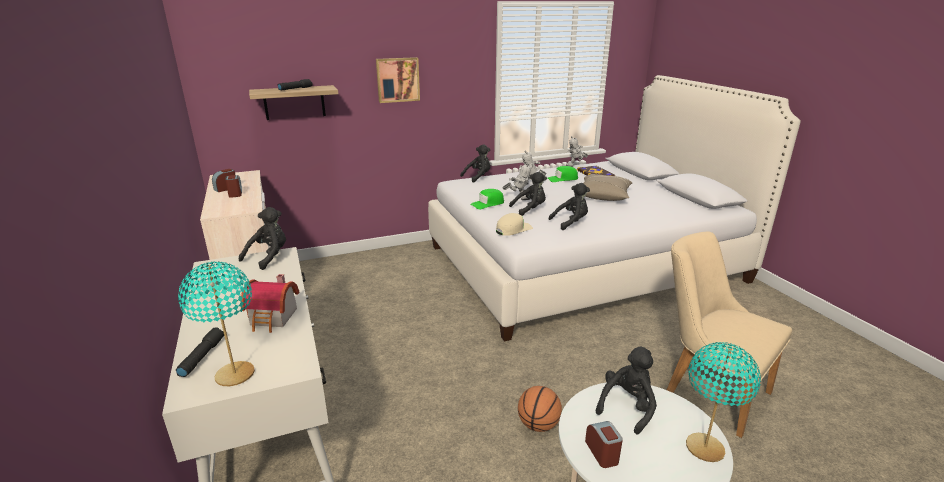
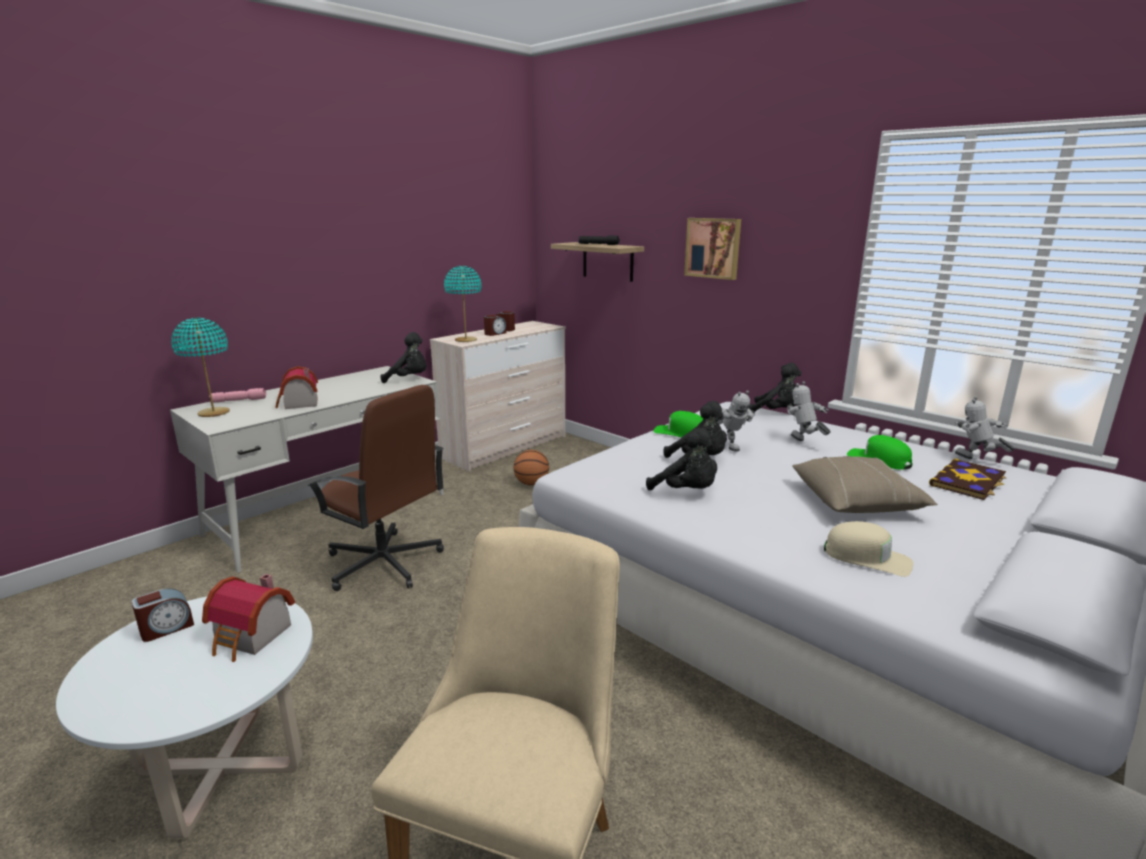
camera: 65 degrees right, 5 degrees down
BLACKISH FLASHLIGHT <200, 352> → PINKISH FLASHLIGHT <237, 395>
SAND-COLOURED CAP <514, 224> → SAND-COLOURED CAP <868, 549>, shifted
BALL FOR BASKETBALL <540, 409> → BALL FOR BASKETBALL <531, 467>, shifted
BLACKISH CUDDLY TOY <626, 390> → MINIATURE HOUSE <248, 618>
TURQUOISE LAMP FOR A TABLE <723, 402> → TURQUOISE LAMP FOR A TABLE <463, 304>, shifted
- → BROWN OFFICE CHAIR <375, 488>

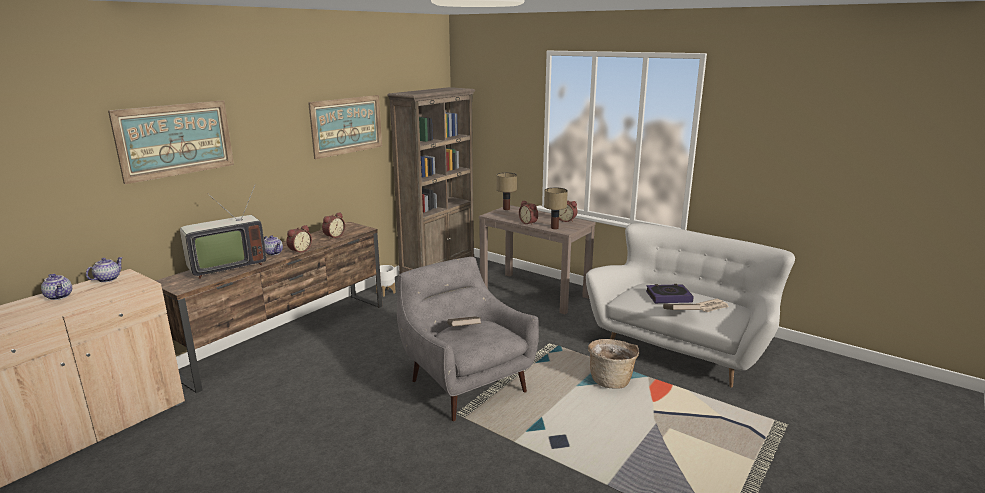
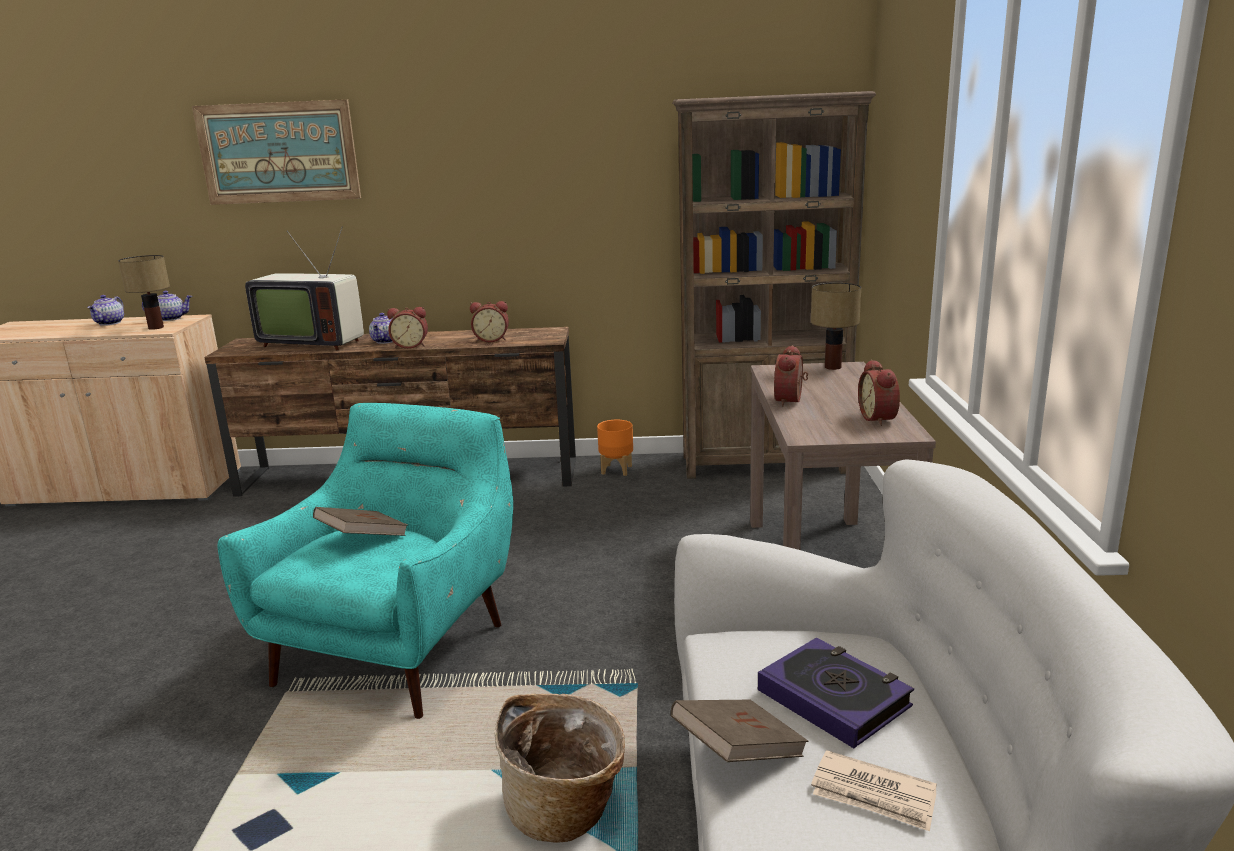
camera: 55 degrees right, 0 degrees up
PICTURE <345, 127> → -
WHITE-COLOURED PLANT POT <385, 281> → ORANGE-COLOURED PLANT POT <615, 448>
GRAY ARMCHAIR <468, 339> → TURQUOISE ARMCHAIR <365, 561>
LAMP FOR A TABLE <556, 208> → LAMP FOR A TABLE <144, 292>, shifted

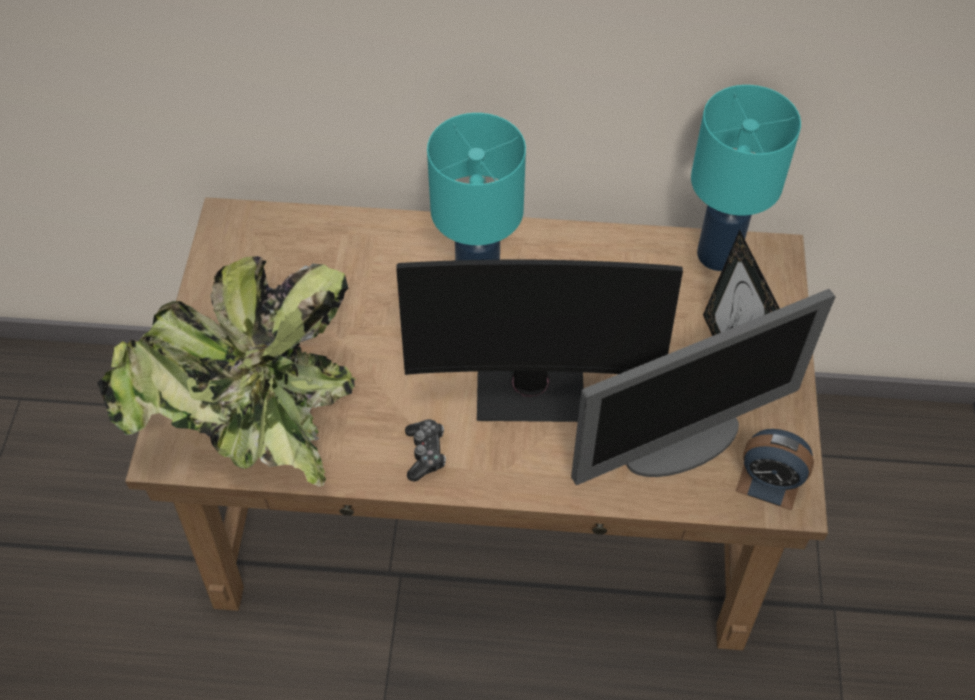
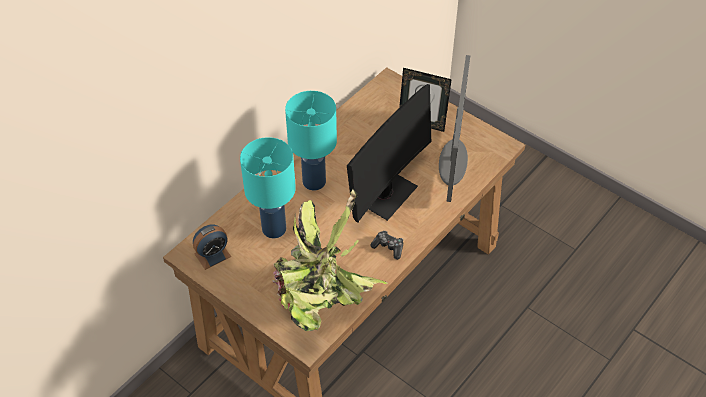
camera: 55 degrees left, 5 degrees down
TURQUOISE LAMP FOR A TABLE <746, 178> → TURQUOISE LAMP FOR A TABLE <268, 187>, shifted
BEDSIDE CLOCK <775, 469> → BEDSIDE CLOCK <212, 247>, shifted

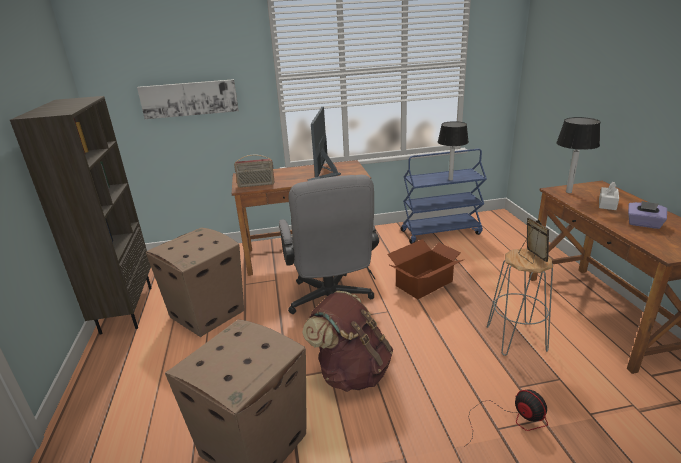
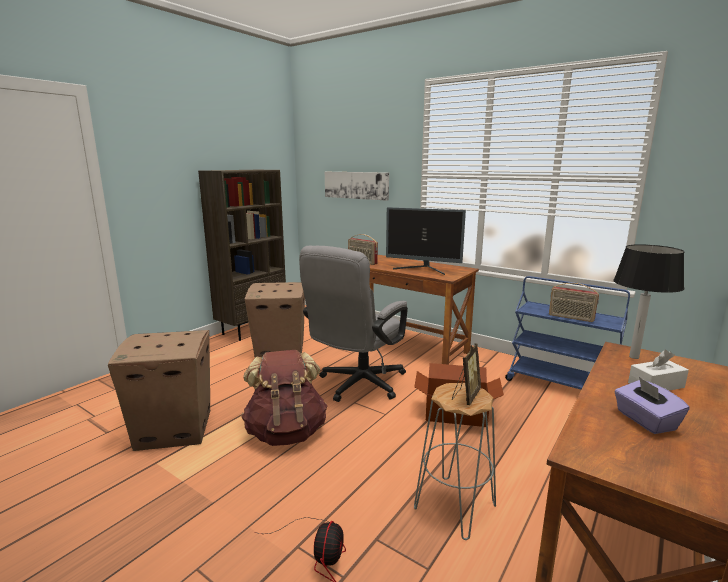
camera: 45 degrees right, 10 degrees down
COMPUTER SCREEN <324, 144> → COMPUTER SCREEN <426, 241>, 120 degrees counterclockwise
LAMP FOR A TABLE <453, 151> → RADIO <574, 302>

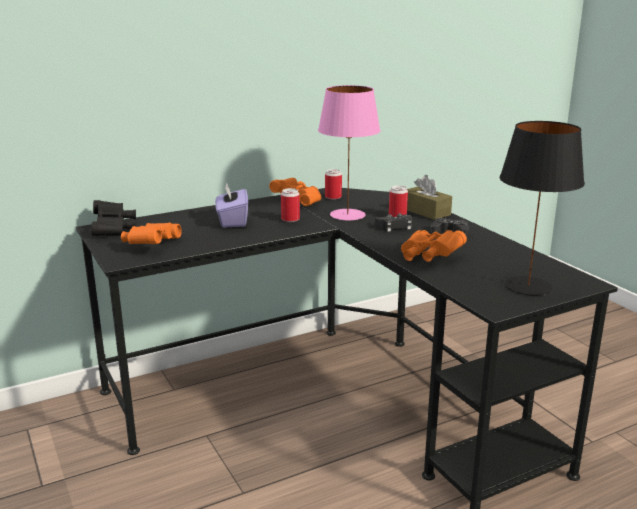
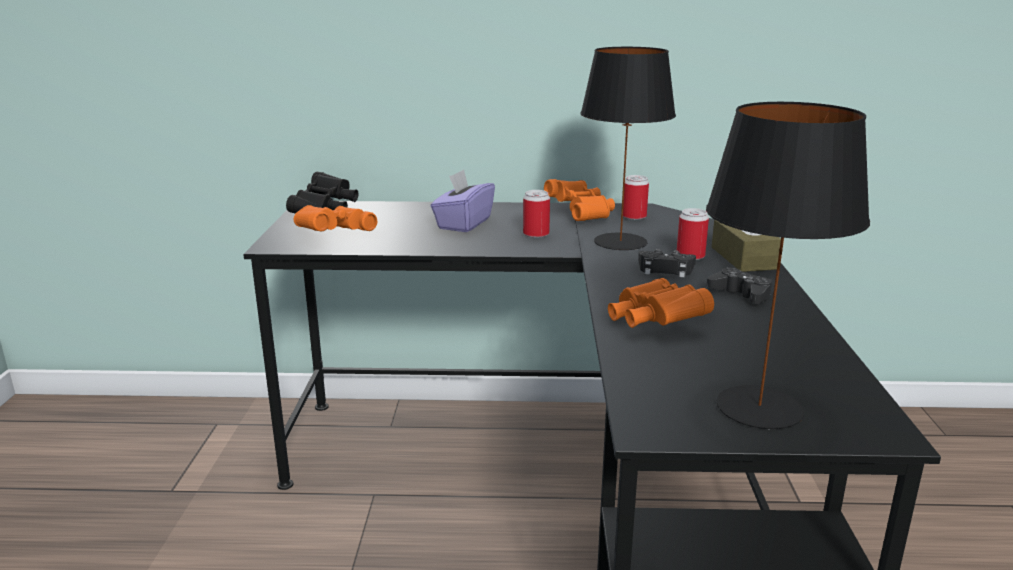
camera: 30 degrees right, 0 degrees up
PINKISH LAMP FOR A TABLE <349, 152> → BLACKISH LAMP FOR A TABLE <628, 148>

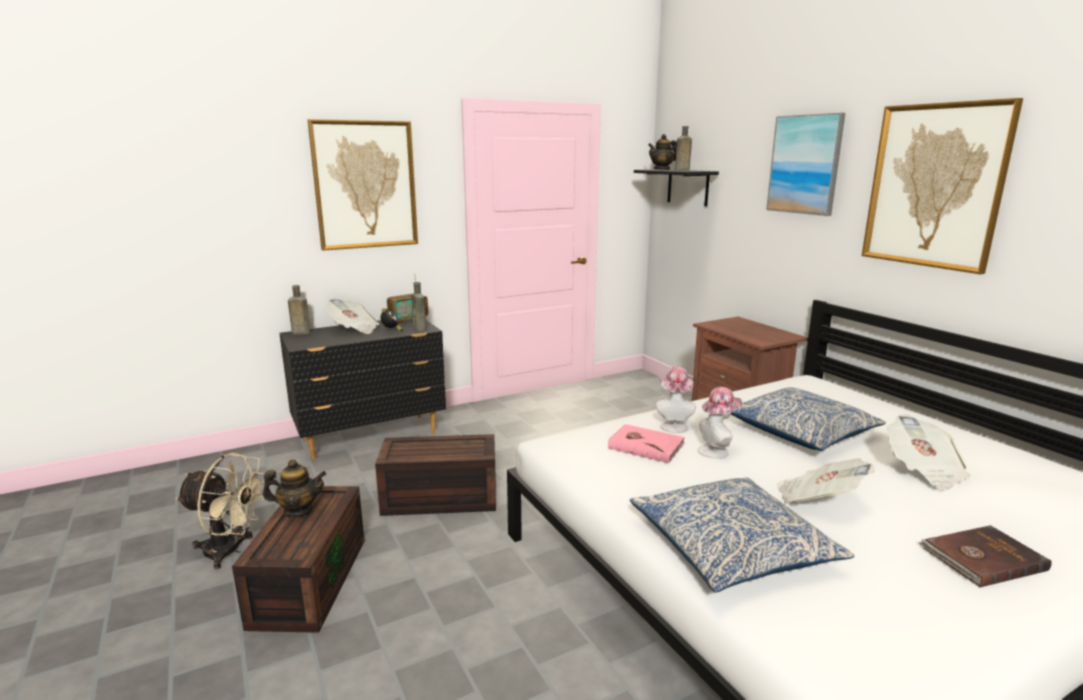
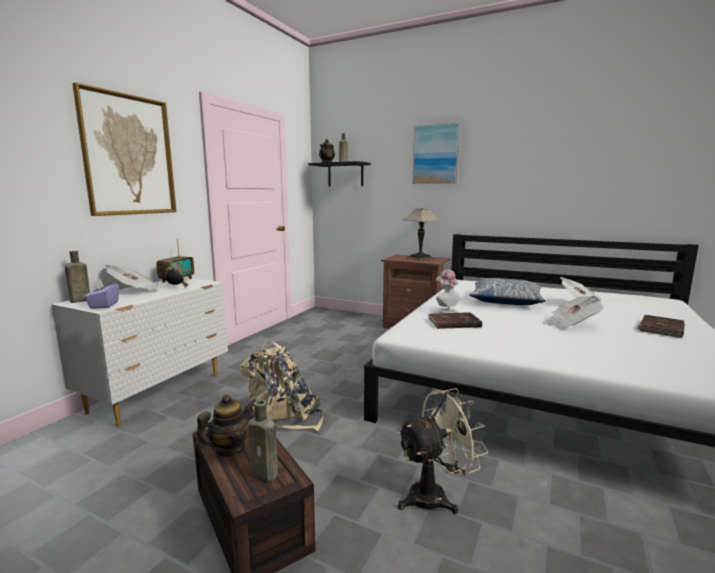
camera: 35 degrees left, 5 degrees down
SAND-COLOURED COOLING FAN <220, 511> → SAND-COLOURED COOLING FAN <442, 451>, shifted
BLACKISH CHEST OF DRAWERS <362, 389> → WHITE-COLOURED CHEST OF DRAWERS <139, 352>
BROWN STORAGE BOX <435, 475> → SAND-COLOURED BACKPACK <282, 386>
BROWN BOTTLE <418, 306> → BROWN BOTTLE <263, 441>, shifted
PINKISH BOOK <646, 443> → BROWN BOOK <455, 320>
PILLOW <742, 535> → -
CLOTHING HAT <720, 423> → -
PICTURE <942, 186> → -
- → PURPLISH TISSUE HOLDER <102, 294>
- → LAMP FOR A TABLE <422, 234>

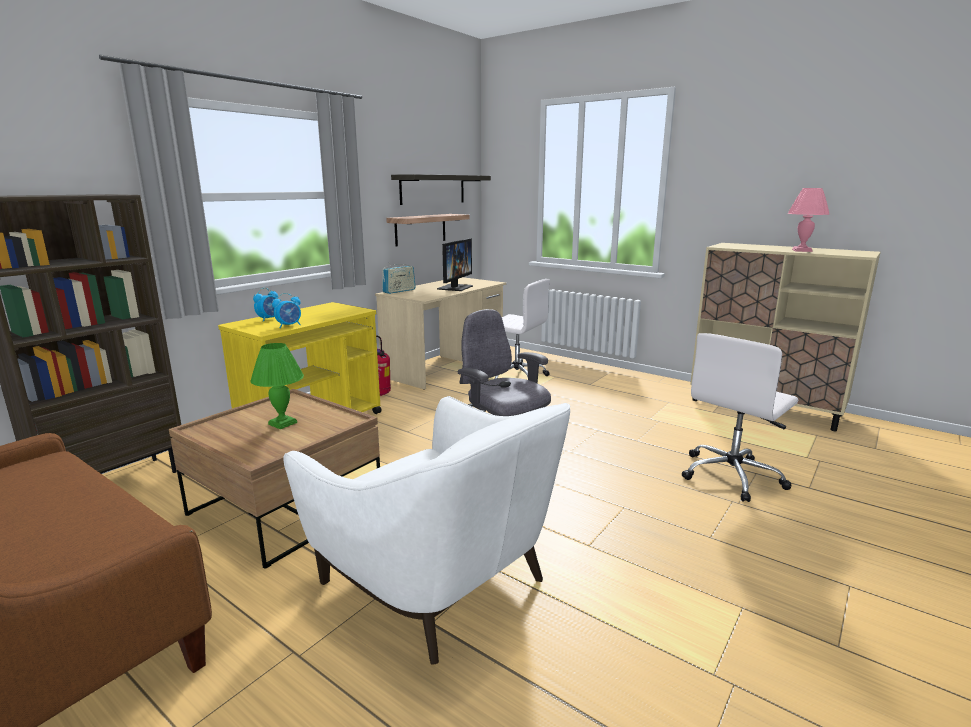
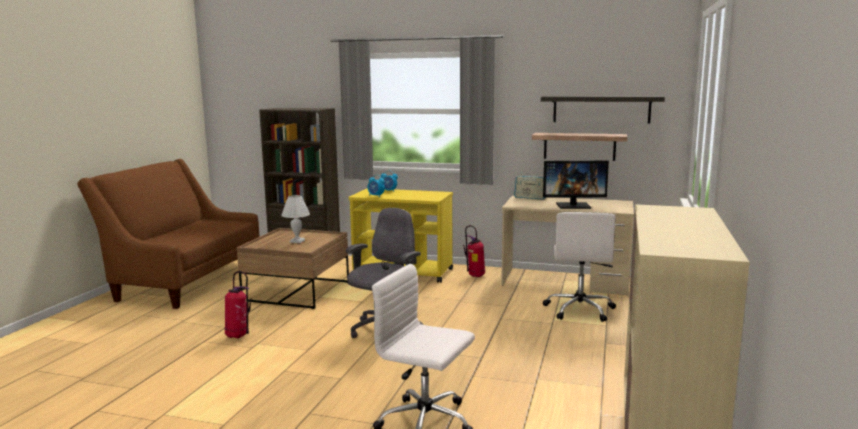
camera: 70 degrees right, 5 degrees down
GREENISH LAMP FOR A TABLE <277, 386> → WHITE-COLOURED LAMP FOR A TABLE <295, 219>
WHITE-COLOURED ARMCHAIR <426, 530> → FIRE EXTINGUISHER <238, 304>
PINKISH LAMP FOR A TABLE <808, 220> → -

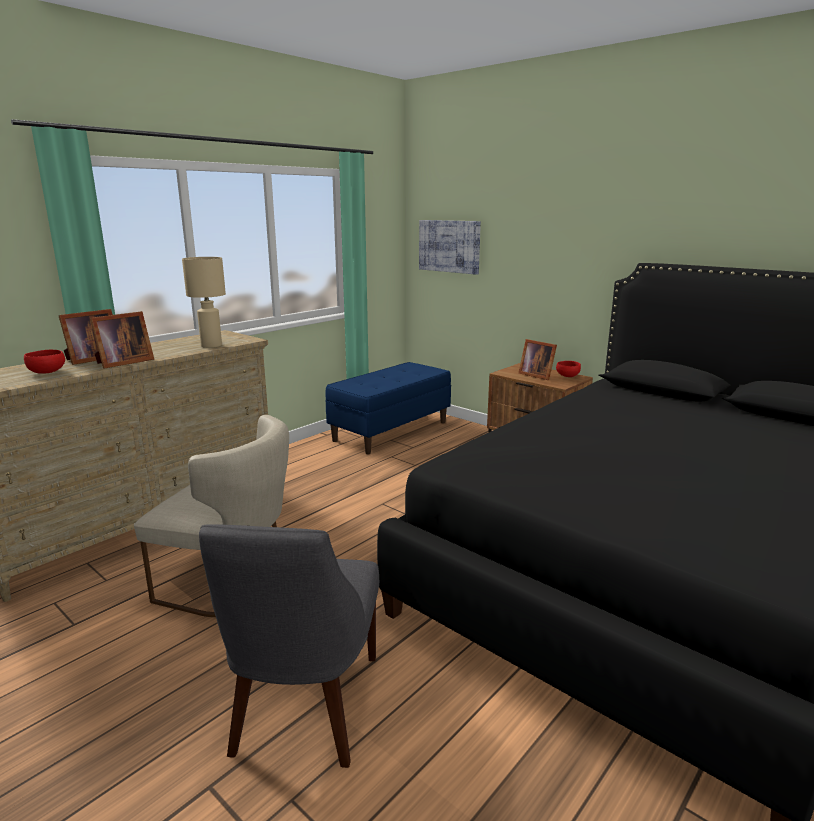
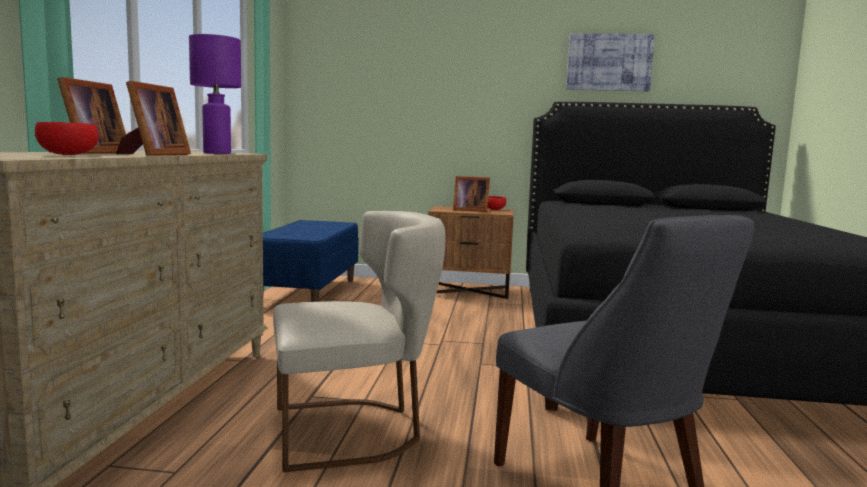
camera: 35 degrees left, 10 degrees down
SAND-COLOURED LAMP FOR A TABLE <204, 302> → PURPLISH LAMP FOR A TABLE <215, 94>
PICTURE <450, 247> → PICTURE <610, 62>, shifted

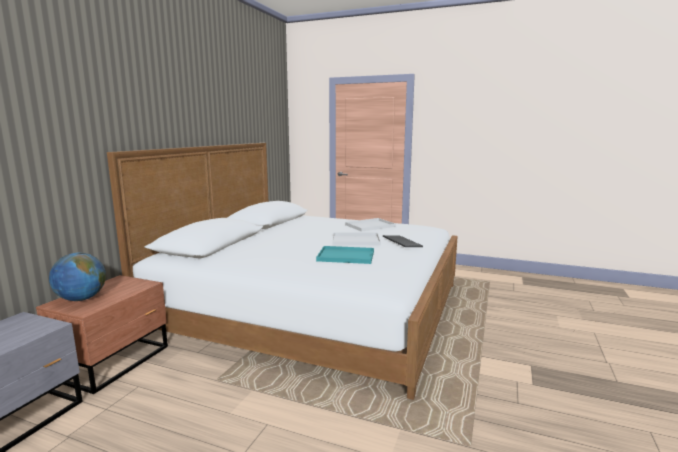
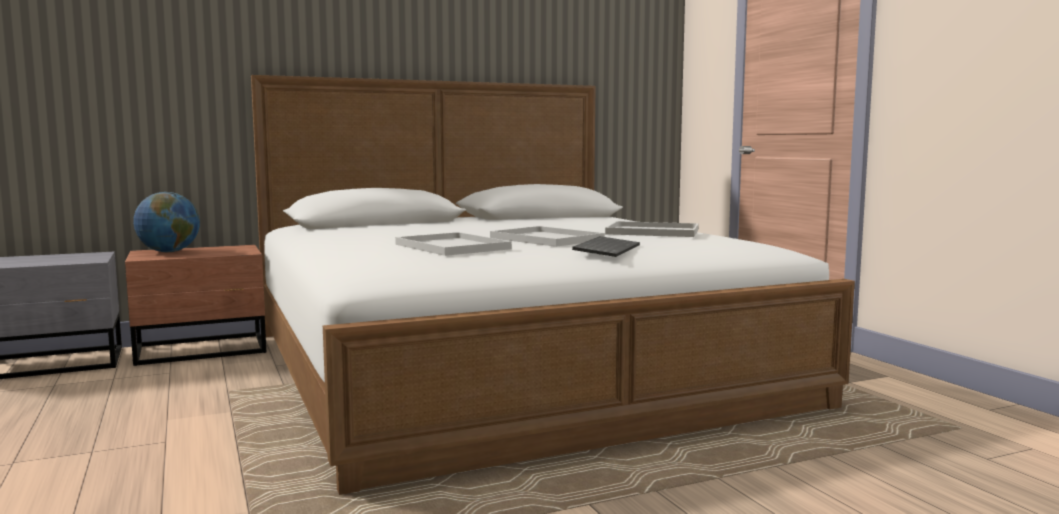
camera: 45 degrees right, 5 degrees down
TURQUOISE SERVING TRAY <345, 255> → WHITE-COLOURED SERVING TRAY <453, 244>

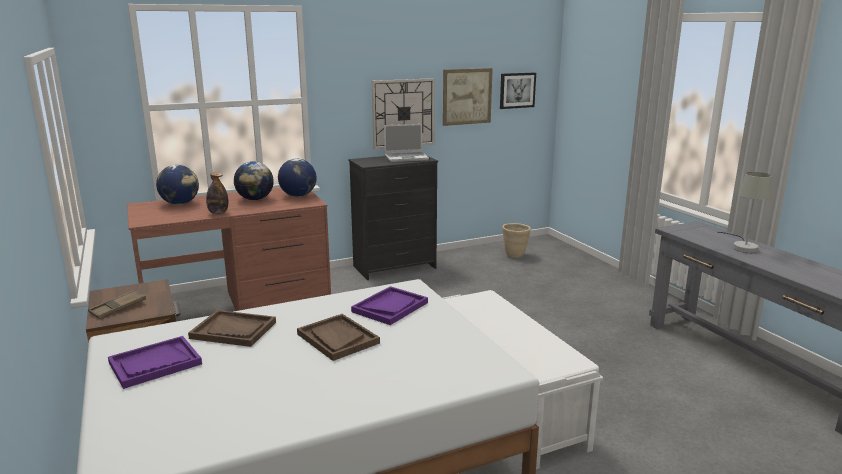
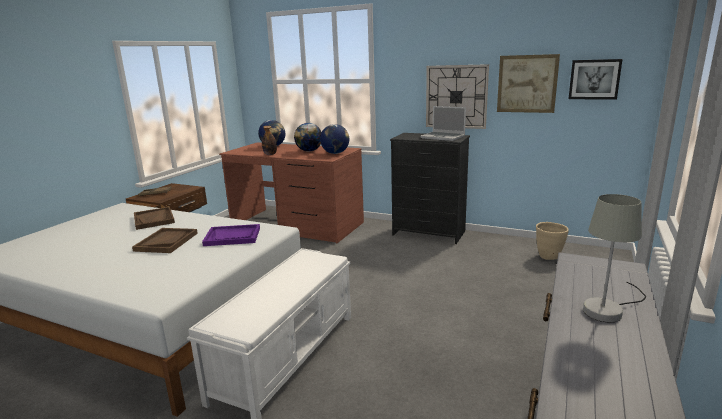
camera: 50 degrees right, 0 degrees up
PURPLISH SERVING TRAY <155, 362> → -

